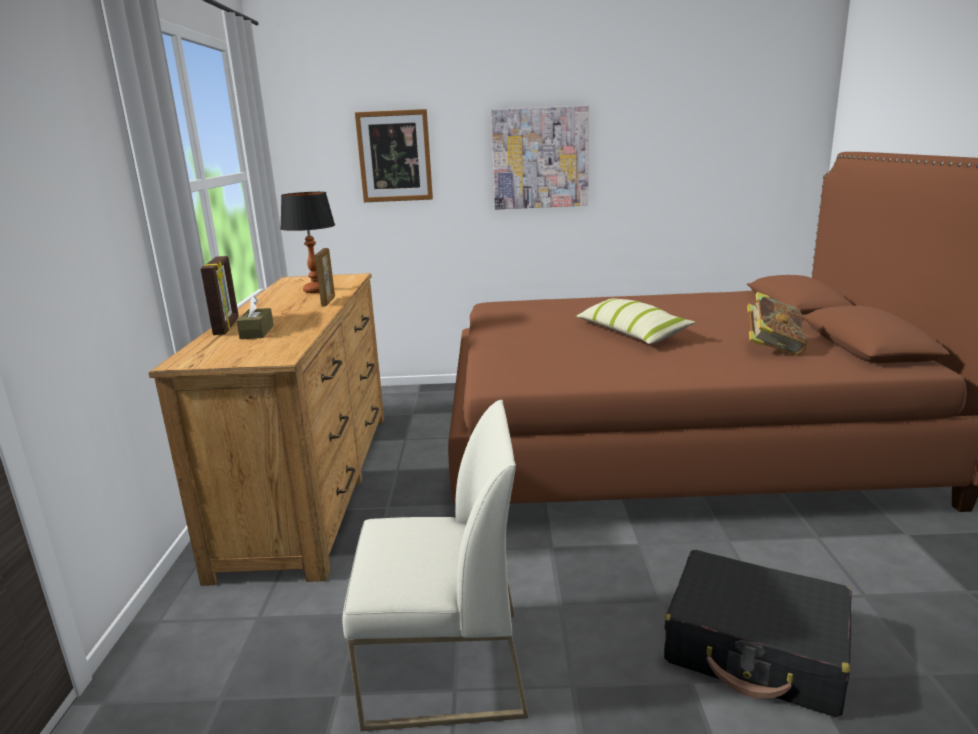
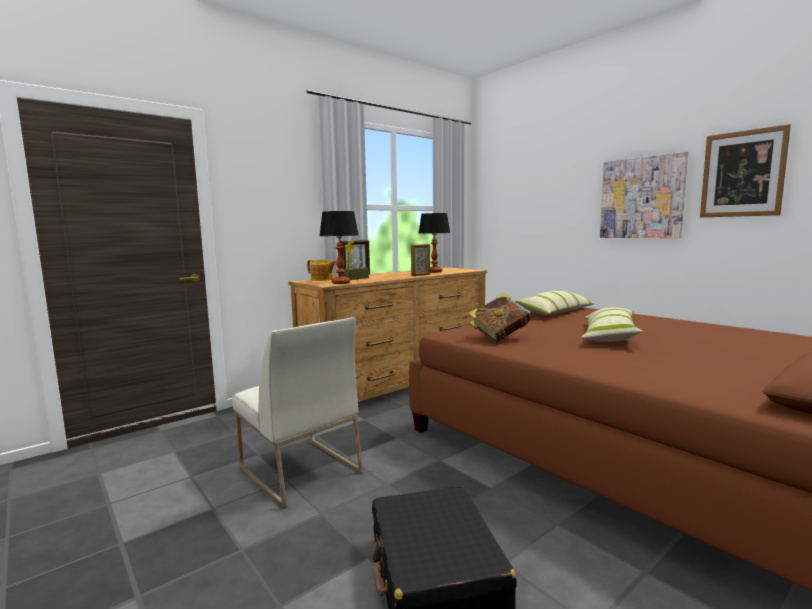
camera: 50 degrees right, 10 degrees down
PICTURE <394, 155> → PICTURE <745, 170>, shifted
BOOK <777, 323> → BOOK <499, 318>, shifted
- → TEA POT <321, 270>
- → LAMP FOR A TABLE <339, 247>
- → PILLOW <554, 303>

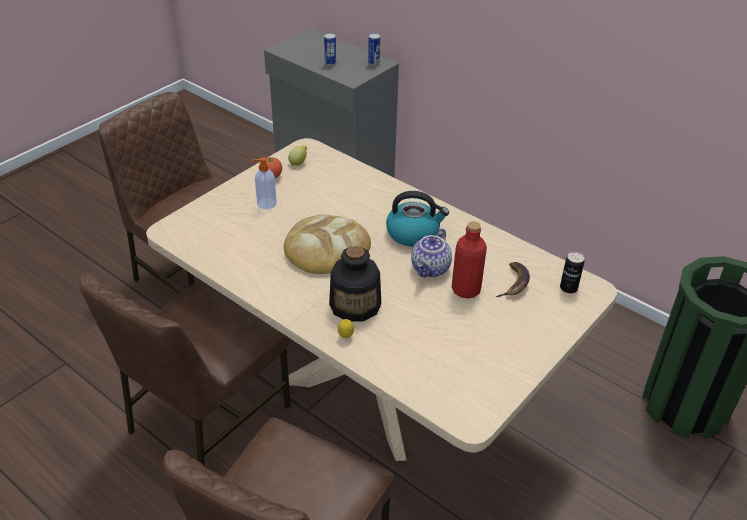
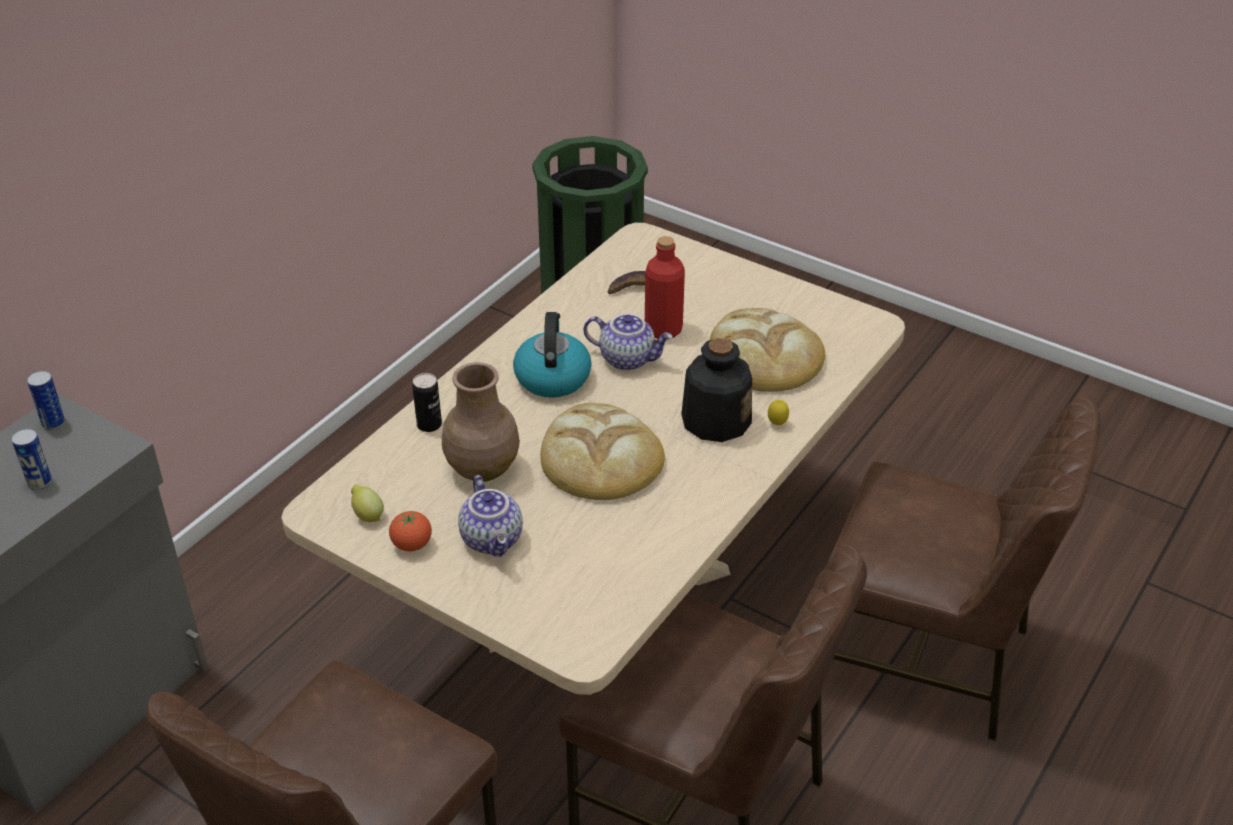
camera: 95 degrees left, 0 degrees up
LIQUID SOAP BOTTLE <264, 183> → TEA POT <490, 516>
CAN <572, 272> → CAN <427, 402>, shifted
- → BROWN VASE <481, 422>
- → BAKED BREAD <767, 350>

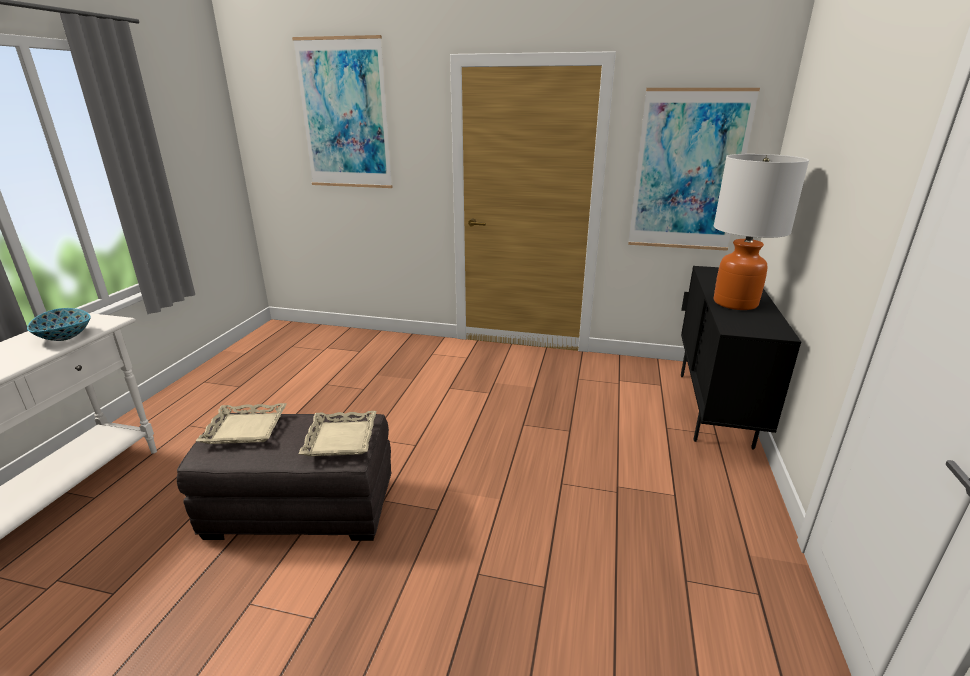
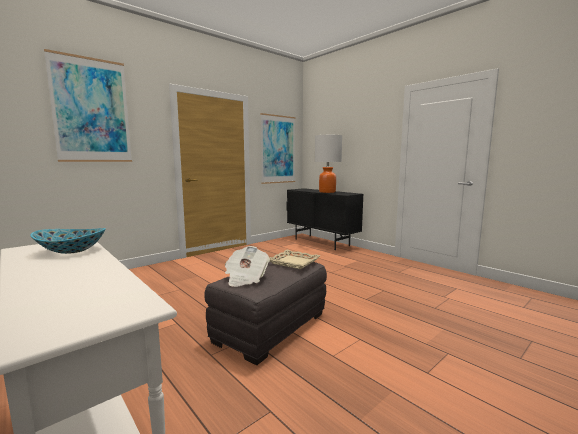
camera: 55 degrees left, 15 degrees down
SAND-COLOURED SERVING TRAY <241, 423> → DAILY PAPER <247, 266>

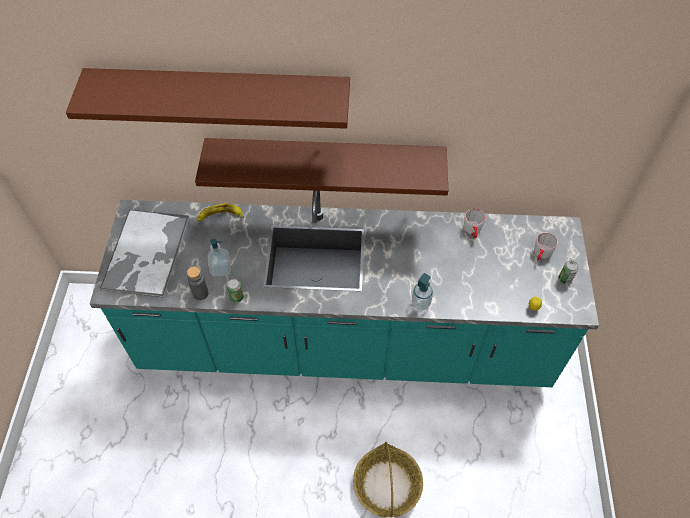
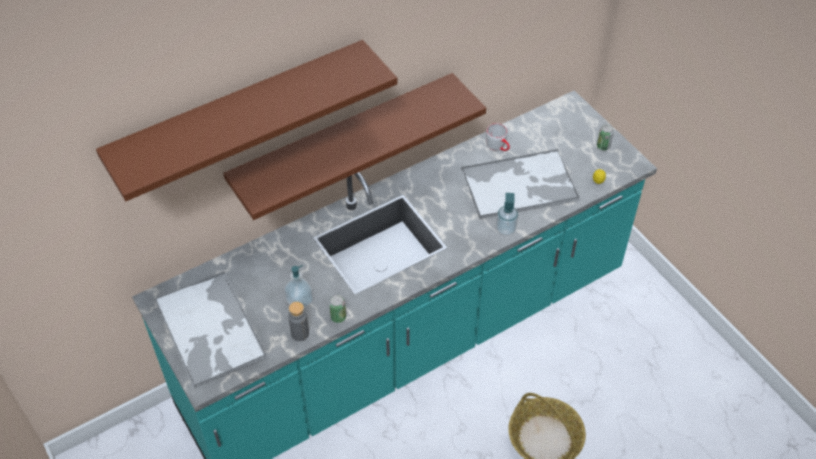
camera: 35 degrees left, 5 degrees down
WHOLE BANANA <221, 212> → -
GRAY TEA MUG <546, 247> → -
- → SERVING TRAY <520, 184>

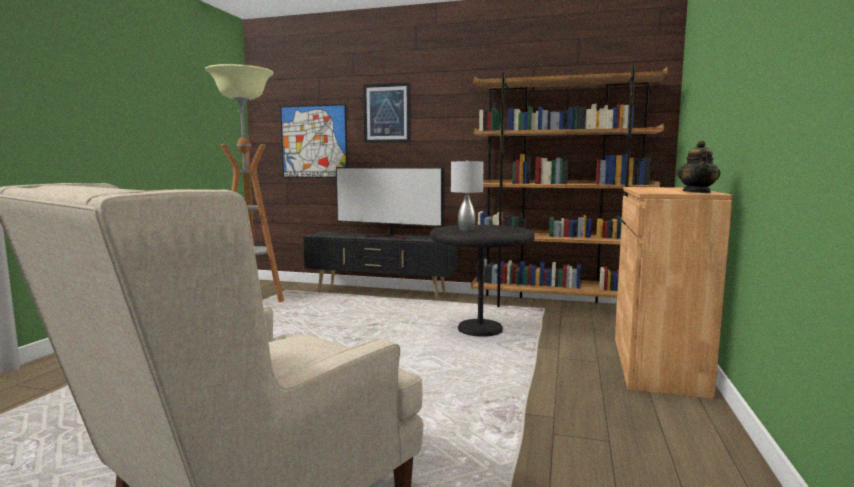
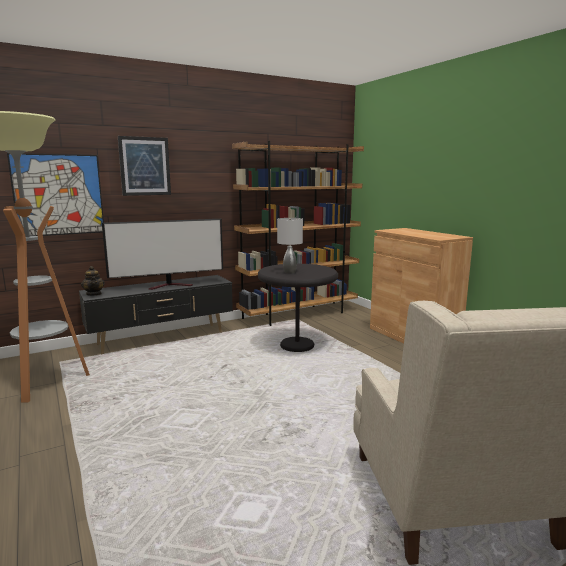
camera: 45 degrees left, 5 degrees up
TEA POT <699, 166> → TEA POT <93, 281>, shifted

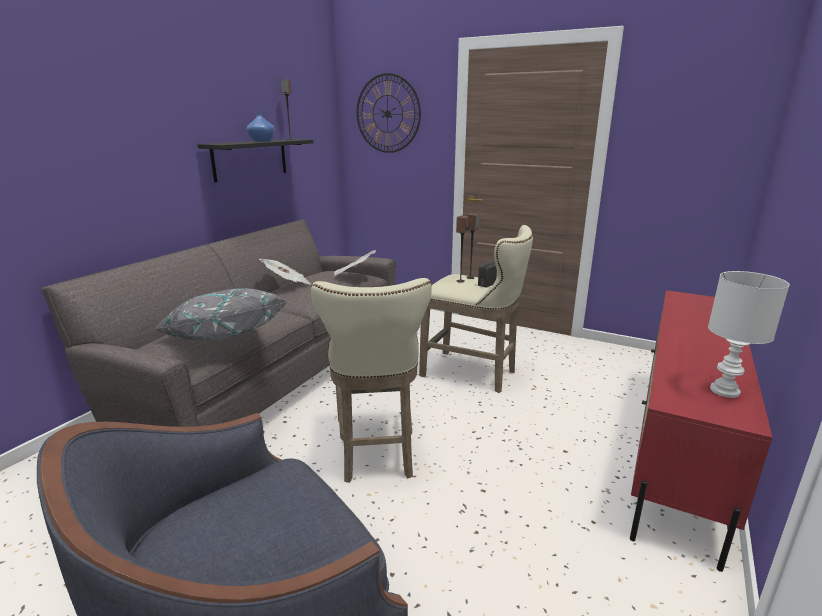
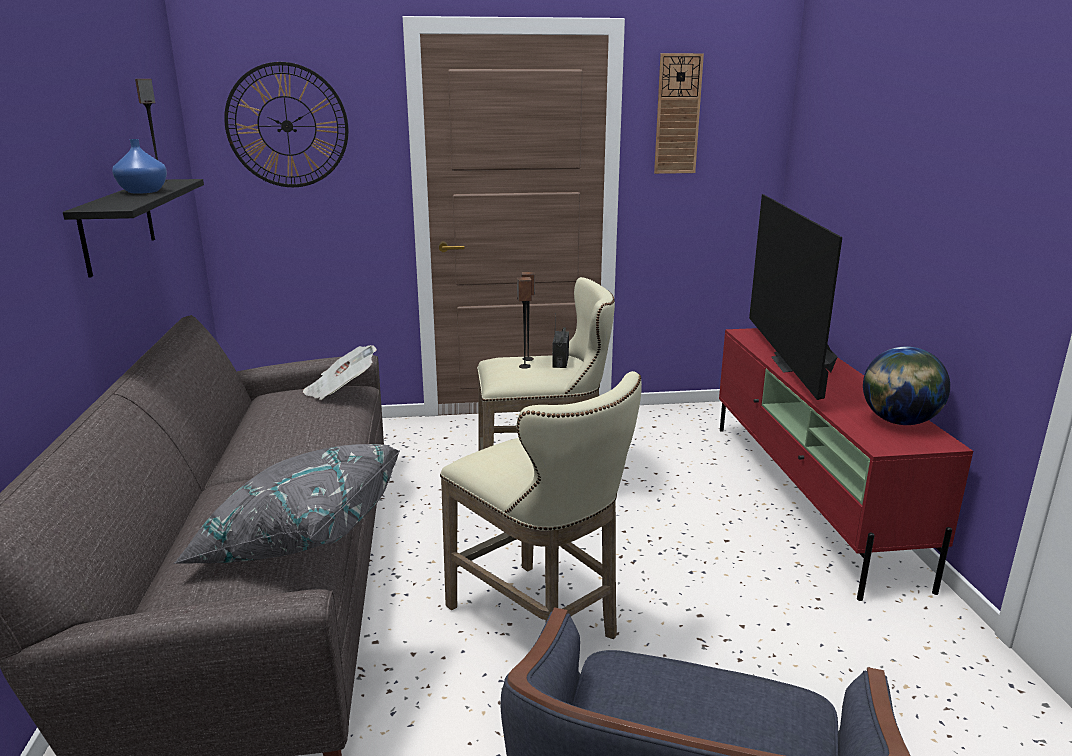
camera: 35 degrees left, 0 degrees up
DAILY PAPER <285, 271> → -
WHITE-COLOURED LAMP FOR A TABLE <749, 334> → DESK GLOBE <906, 385>
- → WALL CLOCK <679, 113>
- → TV <795, 297>

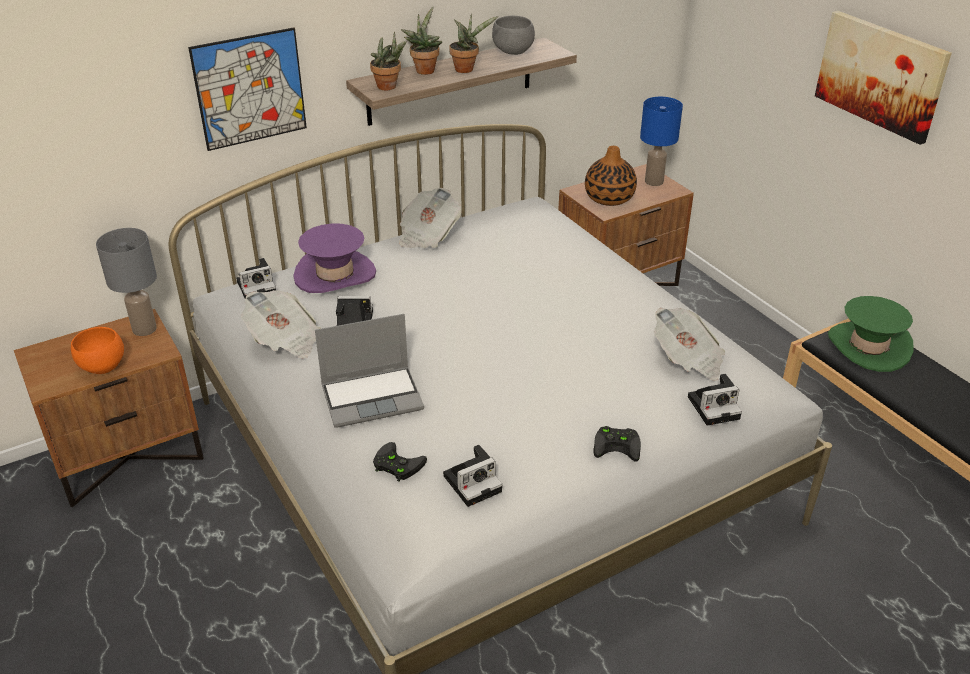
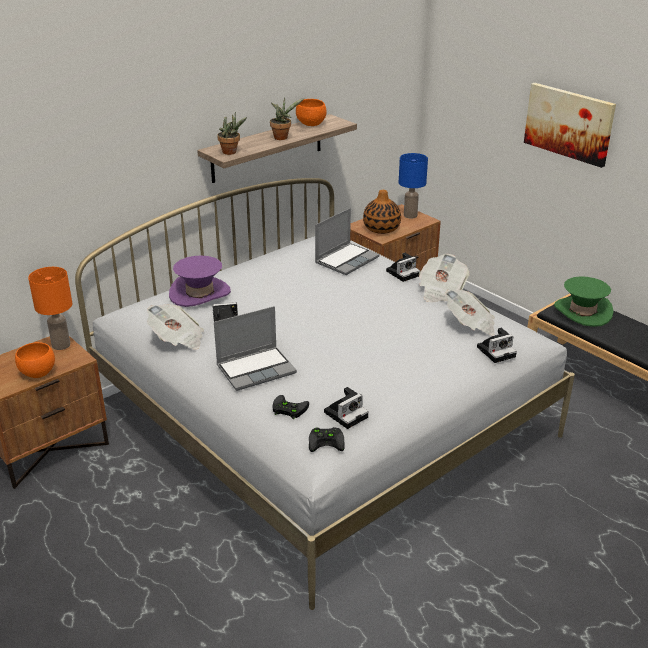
camera: 10 degrees left, 5 degrees down
GRAY LAMP FOR A TABLE <126, 282> → ORANGE-COLOURED LAMP FOR A TABLE <50, 308>
PICTURE <247, 89> → -
STILL CAMERA <256, 278> → STILL CAMERA <403, 267>, shifted
DAILY PAPER <430, 218> → DAILY PAPER <444, 278>, shifted
POTTED PLANT <421, 41> → -
GRAY DEEP DISH <513, 35> → ORANGE-COLOURED DEEP DISH <311, 112>
BLACKISH GAME CONTROLLER <617, 443> → BLACKISH GAME CONTROLLER <327, 439>, shifted
- → NOTEBOOK COMPUTER <347, 241>

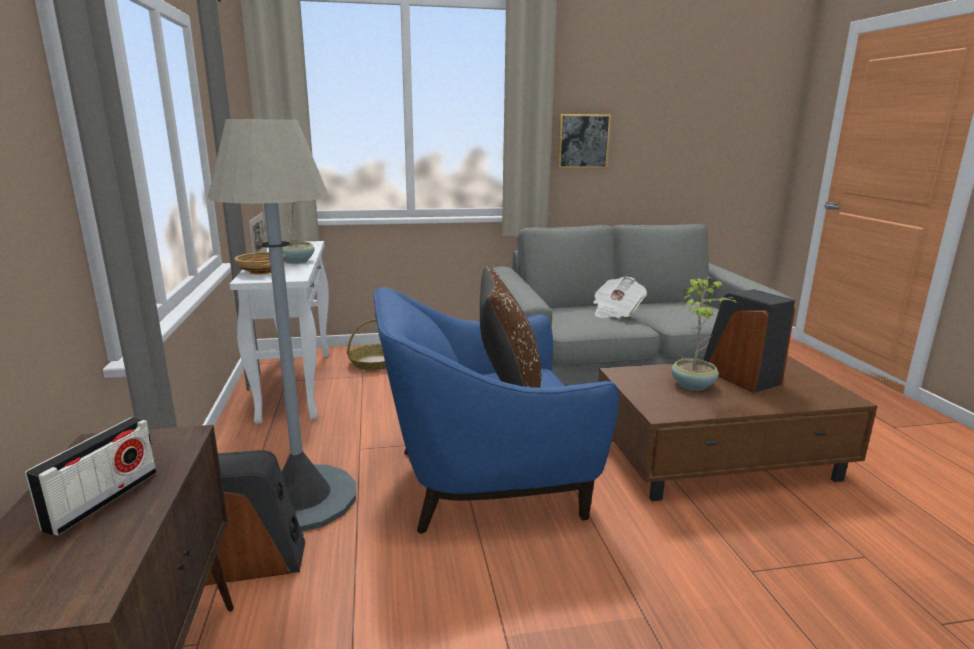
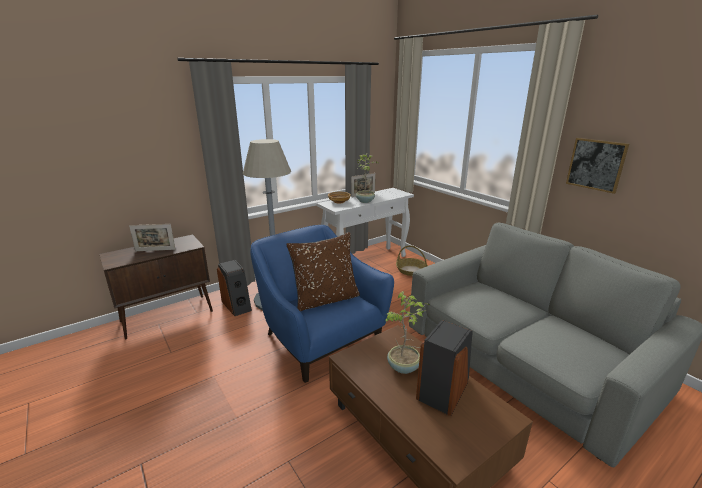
camera: 65 degrees right, 5 degrees up
RADIO <91, 476> → PHOTO FRAME <152, 237>
DAILY PAPER <620, 297> → -

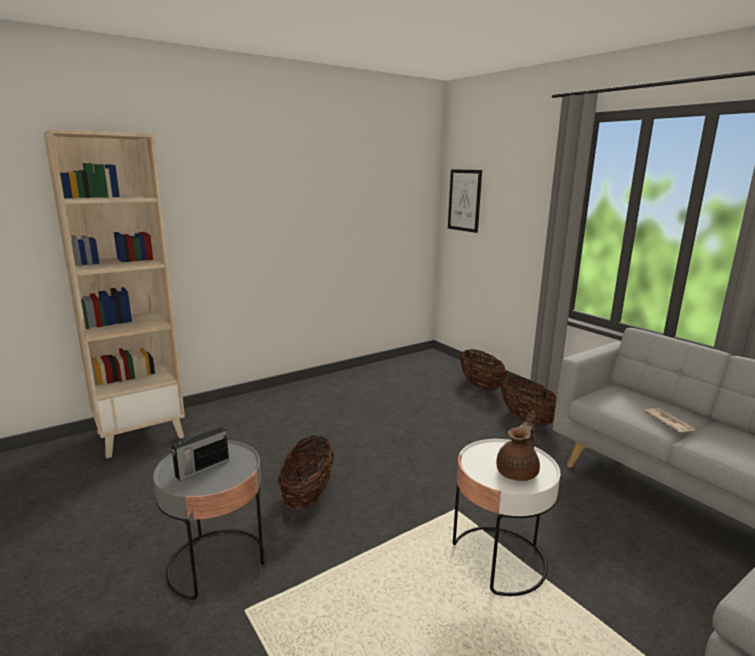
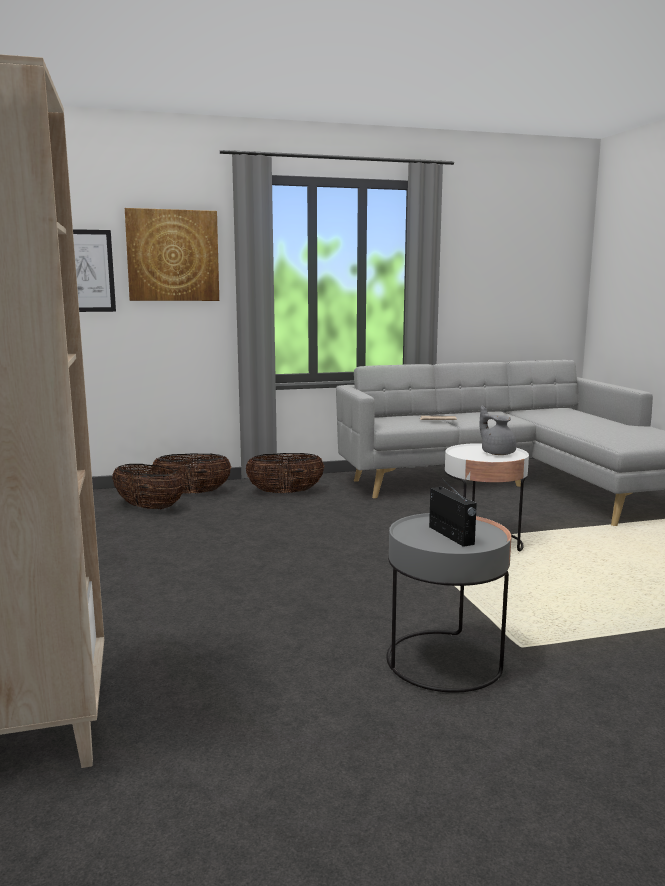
camera: 70 degrees left, 5 degrees down
BASKET <306, 472> → BASKET <148, 486>, shifted
BROWN TEA POT <518, 445> → GRAY TEA POT <498, 430>
- → PICTURE <172, 254>

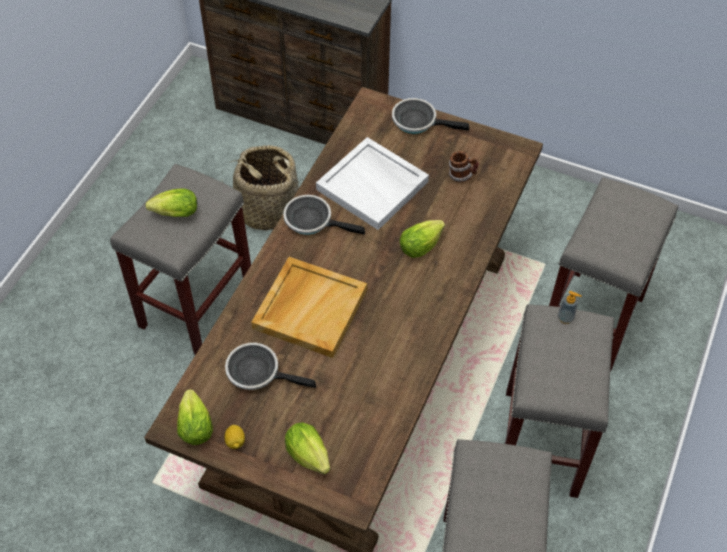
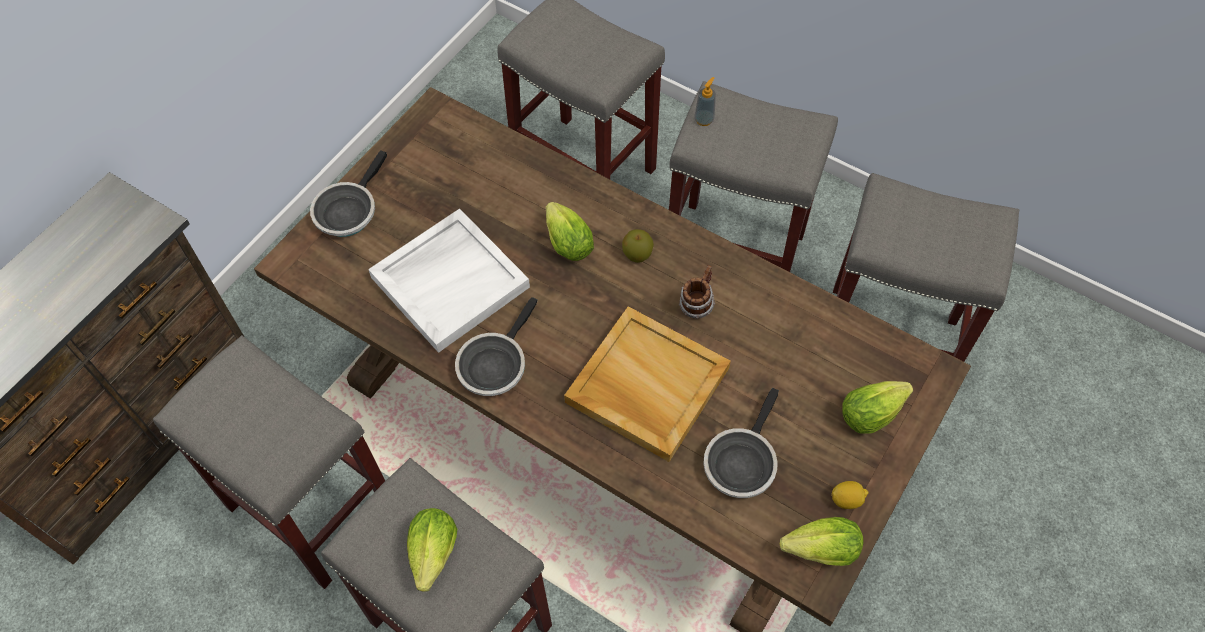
camera: 80 degrees left, 5 degrees up
BASKET <260, 188> → GRAY SITTING STOOL <269, 462>
TEA MUG <464, 167> → TEA MUG <697, 292>, shifted
- → WHOLE APPLE <638, 246>

